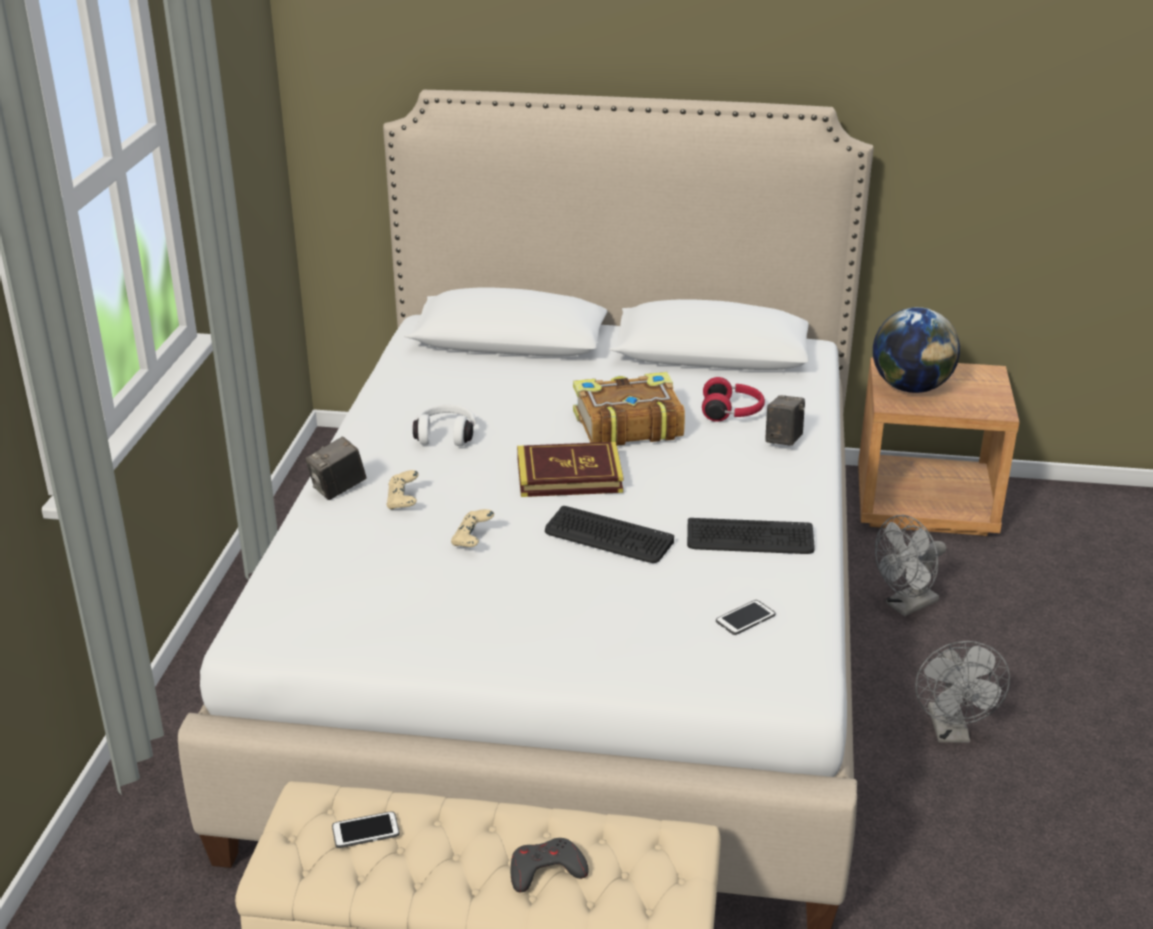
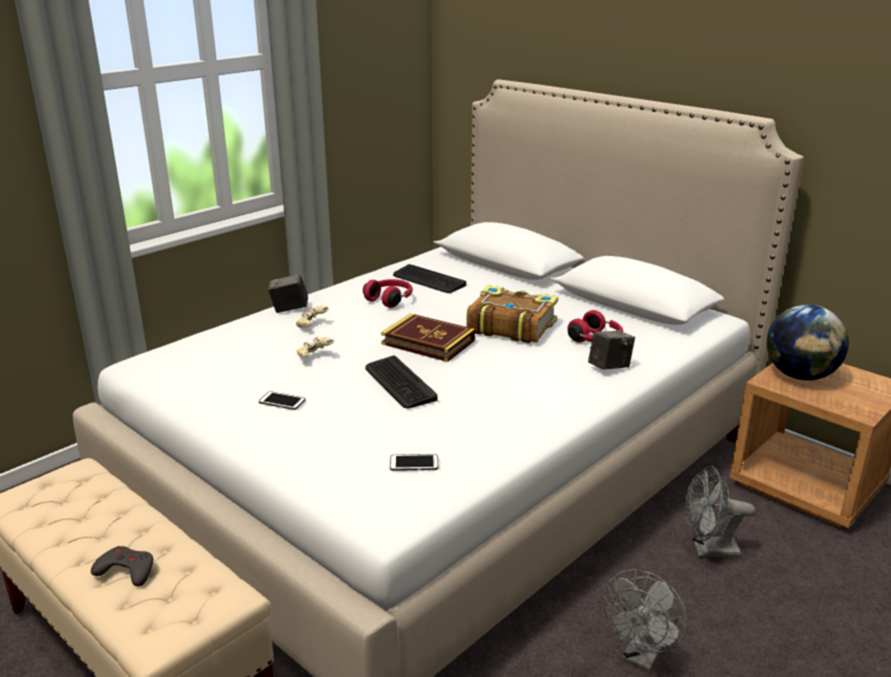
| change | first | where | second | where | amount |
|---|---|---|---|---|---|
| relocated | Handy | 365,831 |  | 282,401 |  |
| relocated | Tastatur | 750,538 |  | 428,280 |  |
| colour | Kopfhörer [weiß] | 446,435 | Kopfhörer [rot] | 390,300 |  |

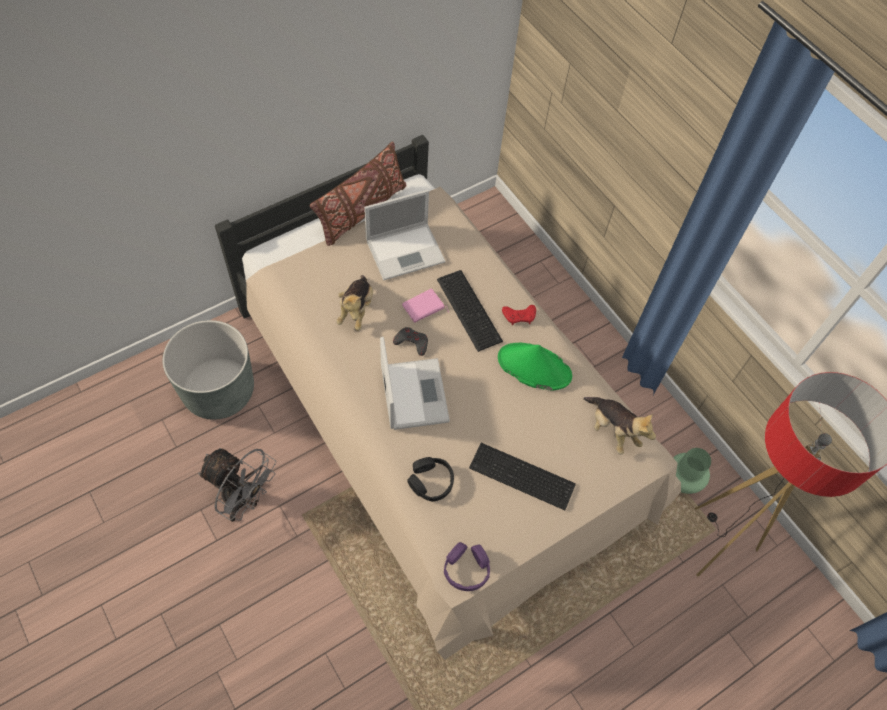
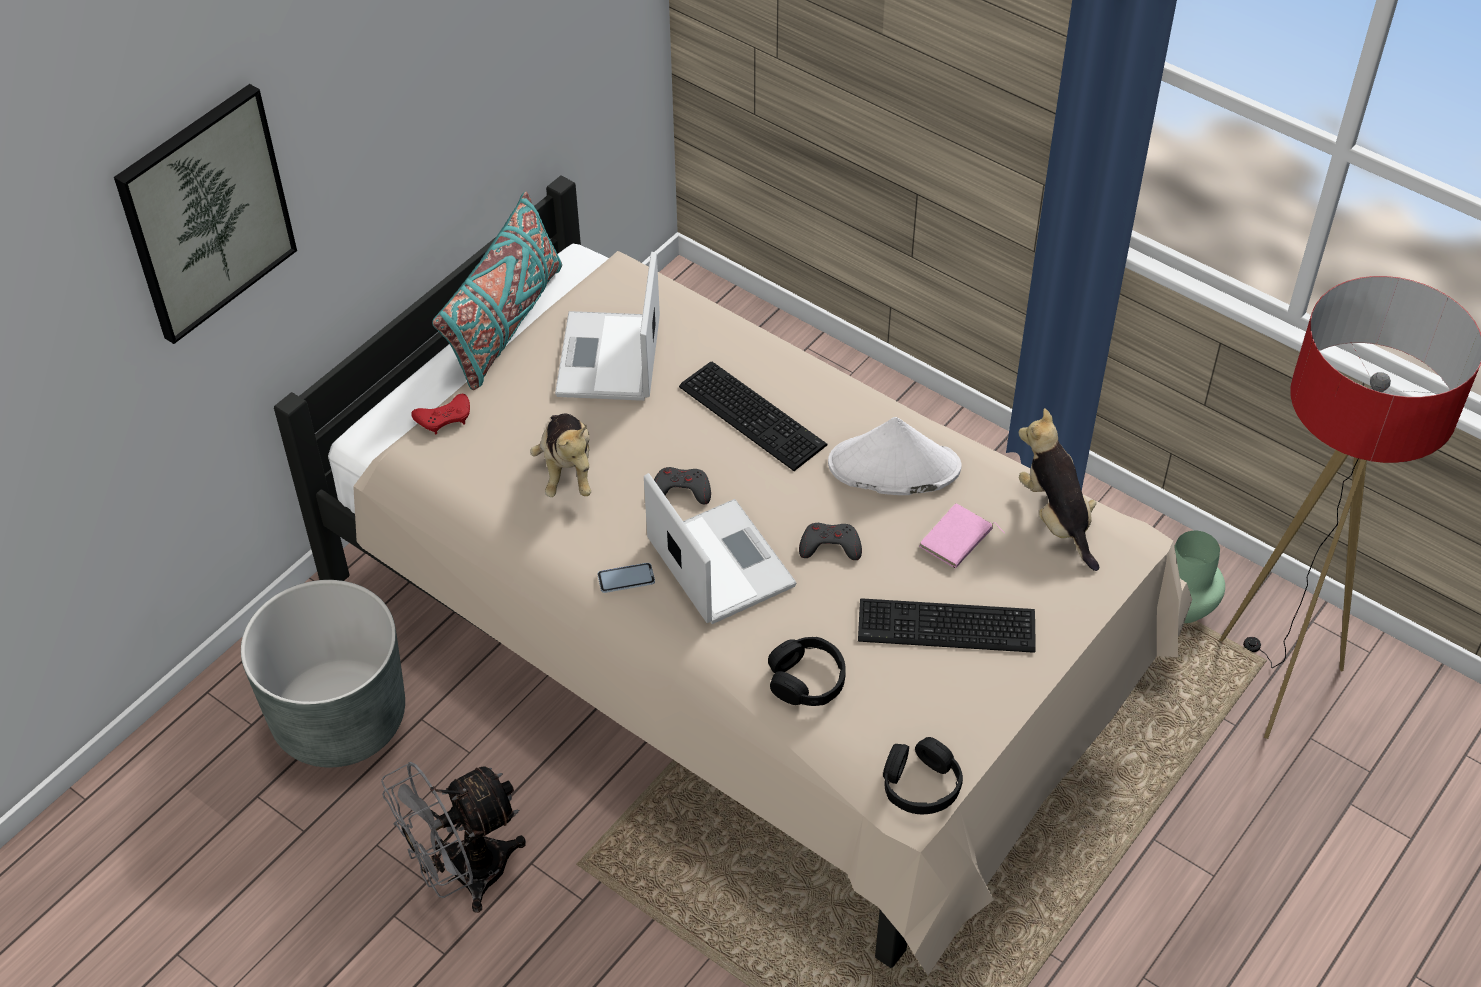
| change | first | where | second | where | amount |
|---|---|---|---|---|---|
| appeared |  |  | Bild | 205,213 |  |
| appeared |  |  | Handy | 626,579 |  |
| appeared |  |  | Gamepad [grau] | 830,546 |  |
| relocated | Buch [rosa] | 423,308 |  | 957,540 |  |
| relocated | Gamepad [rot] | 519,316 |  | 444,418 |  |
| colour | Kissen [braun] | 361,211 | Kissen [türkis] | 505,324 |  |
| colour | Kopfhörer [lila] | 466,569 | Kopfhörer [schwarz] | 920,784 |  |
| colour | Hut [grün] | 533,367 | Hut [weiß] | 893,466 |  |
| spun | Ventilator [grau] | 244,499 |  | 464,874 | 135 degrees clockwise |
| spun | Laptop | 406,250 |  | 609,359 | 135 degrees clockwise |
| spun | Plüschtier | 612,430 |  | 1056,518 | 150 degrees counterclockwise |

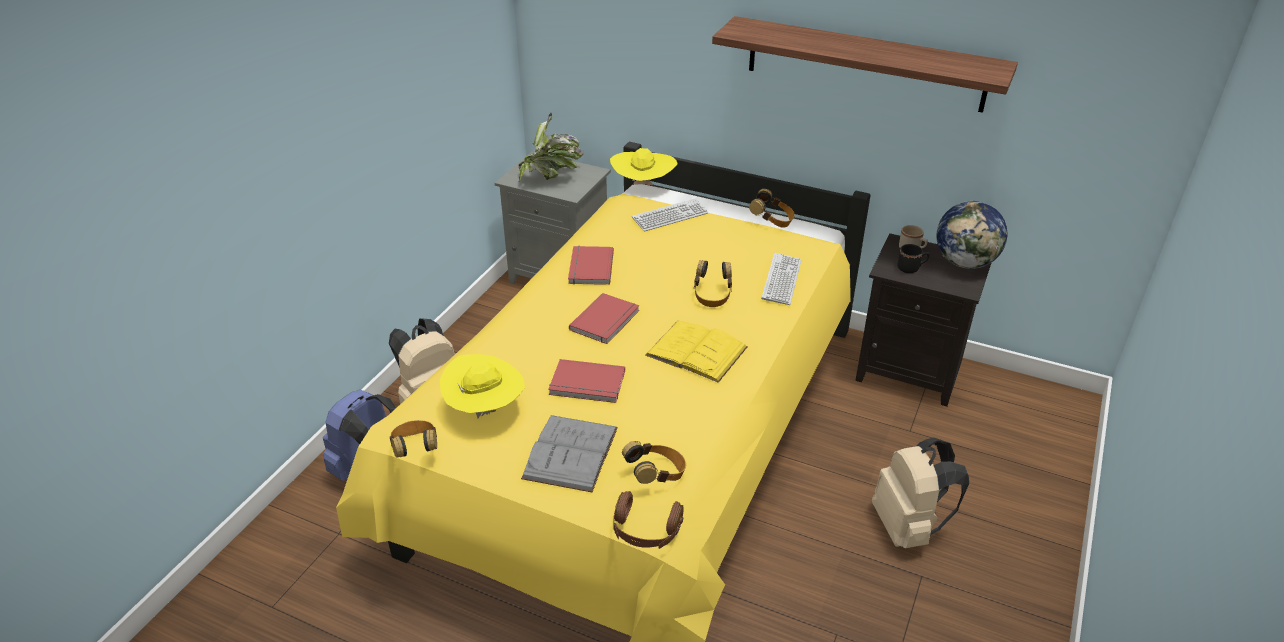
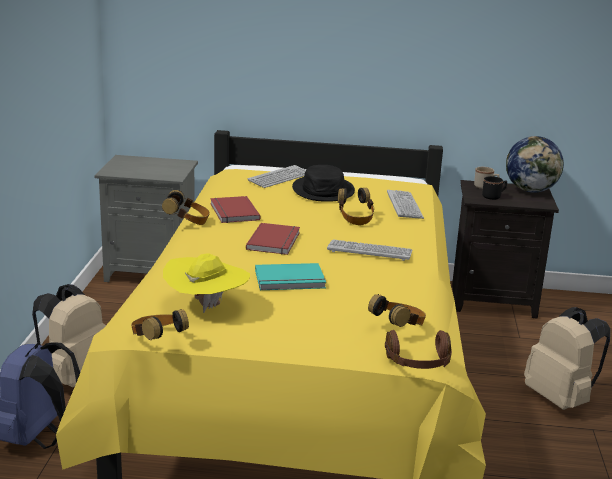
| change | first | where | second | where | amount |
|---|---|---|---|---|---|
| missing | Topfpflanze | 550,177 |  |  |  |
| missing | Buch [grau] | 570,453 |  |  |  |
| missing | Hut [gelb] | 643,186 |  |  |  |
| missing | Wandregal | 865,64 |  |  |  |
| appeared |  |  | Hut [schwarz] | 323,190 |  |
| relocated | Kopfhörer | 772,221 |  | 187,222 |  |
| exchanged | Buch [gelb] | 696,351 | Tastatur | 369,251 |  |
| colour | Buch [rot] | 587,385 | Buch [türkis] | 290,280 |  |

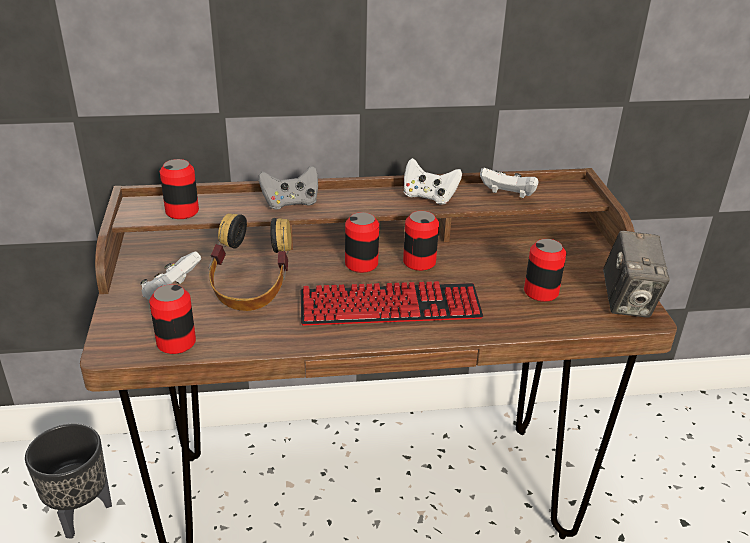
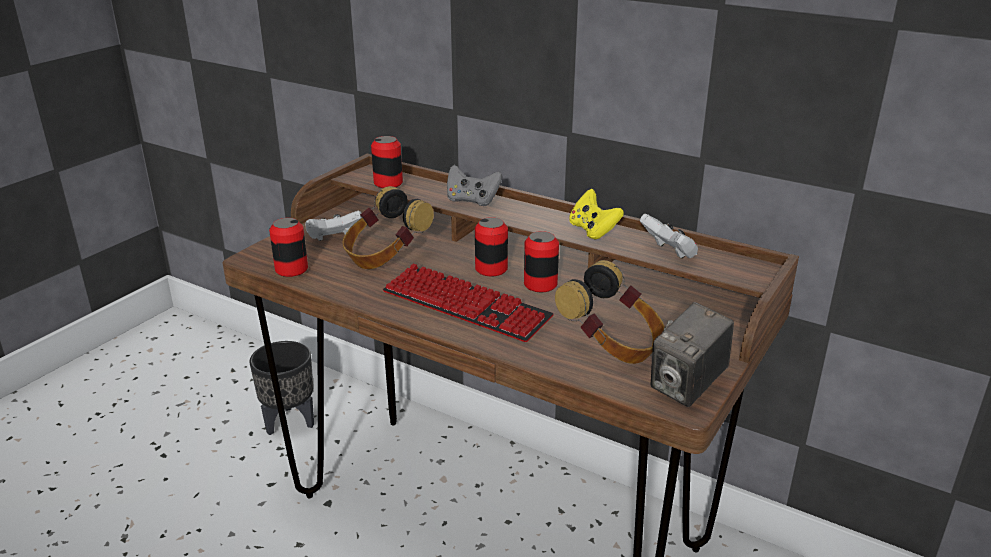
| change | first | where | second | where | amount |
|---|---|---|---|---|---|
| exchanged | Dose | 541,292 | Kopfhörer | 612,346 |  |
| colour | Gamepad [weiß] | 429,197 | Gamepad [gelb] | 593,230 |  |

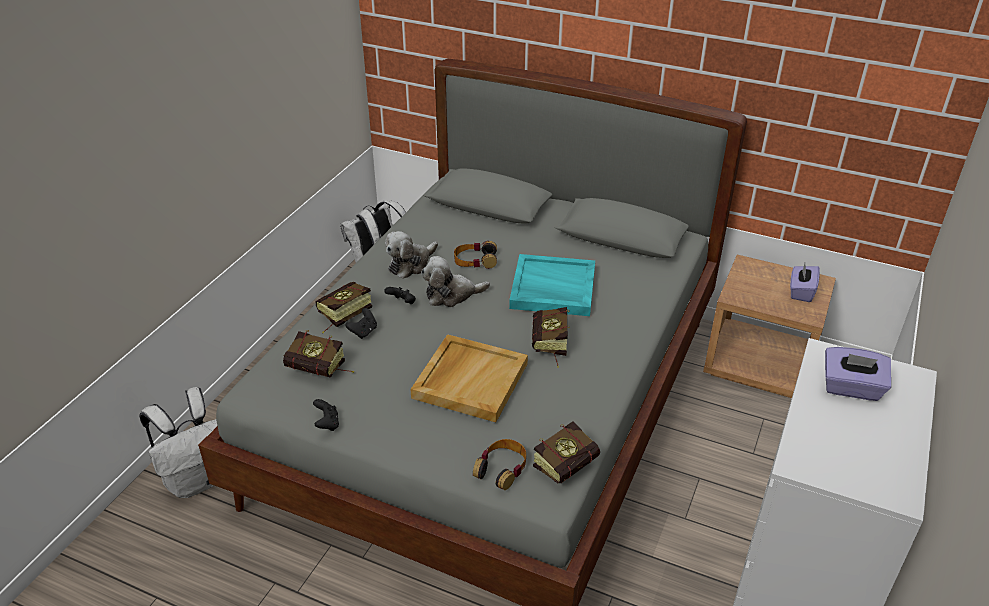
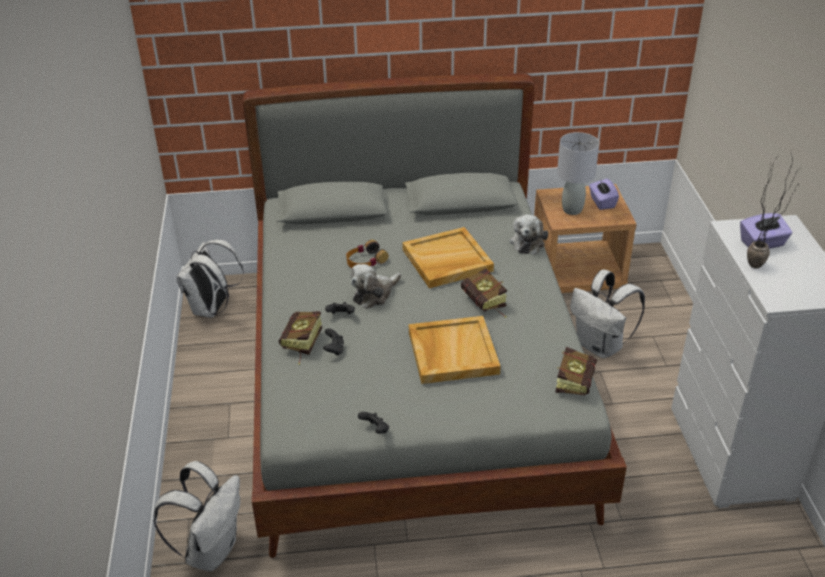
| change | first | where | second | where | amount |
|---|---|---|---|---|---|
| missing | Buch | 321,370 |  |  |  |
| missing | Kopfhörer | 501,468 |  |  |  |
| appeared |  |  | Tischlampe [grau] | 572,210 |  |
| appeared |  |  | Rucksack [weiß] | 601,346 |  |
| appeared |  |  | Topfpflanze | 761,267 |  |
| relocated | Plüschtier | 410,264 |  | 527,242 |  |
| colour | Tablett [türkis] | 552,288 | Tablett [beige] | 447,261 |  |

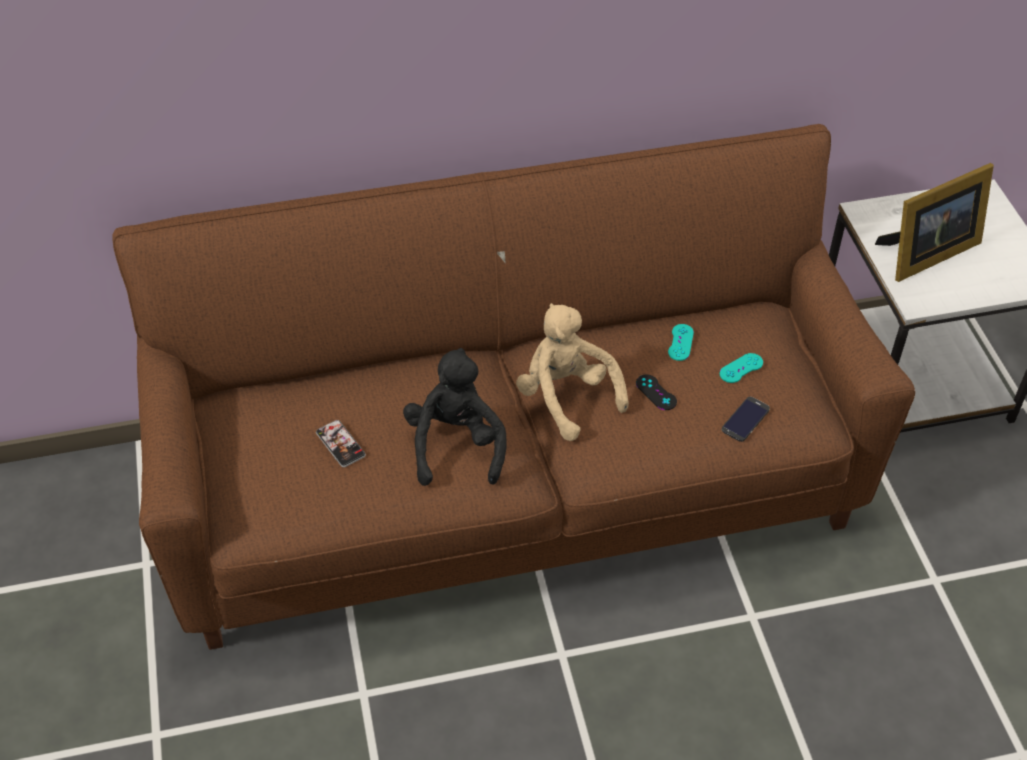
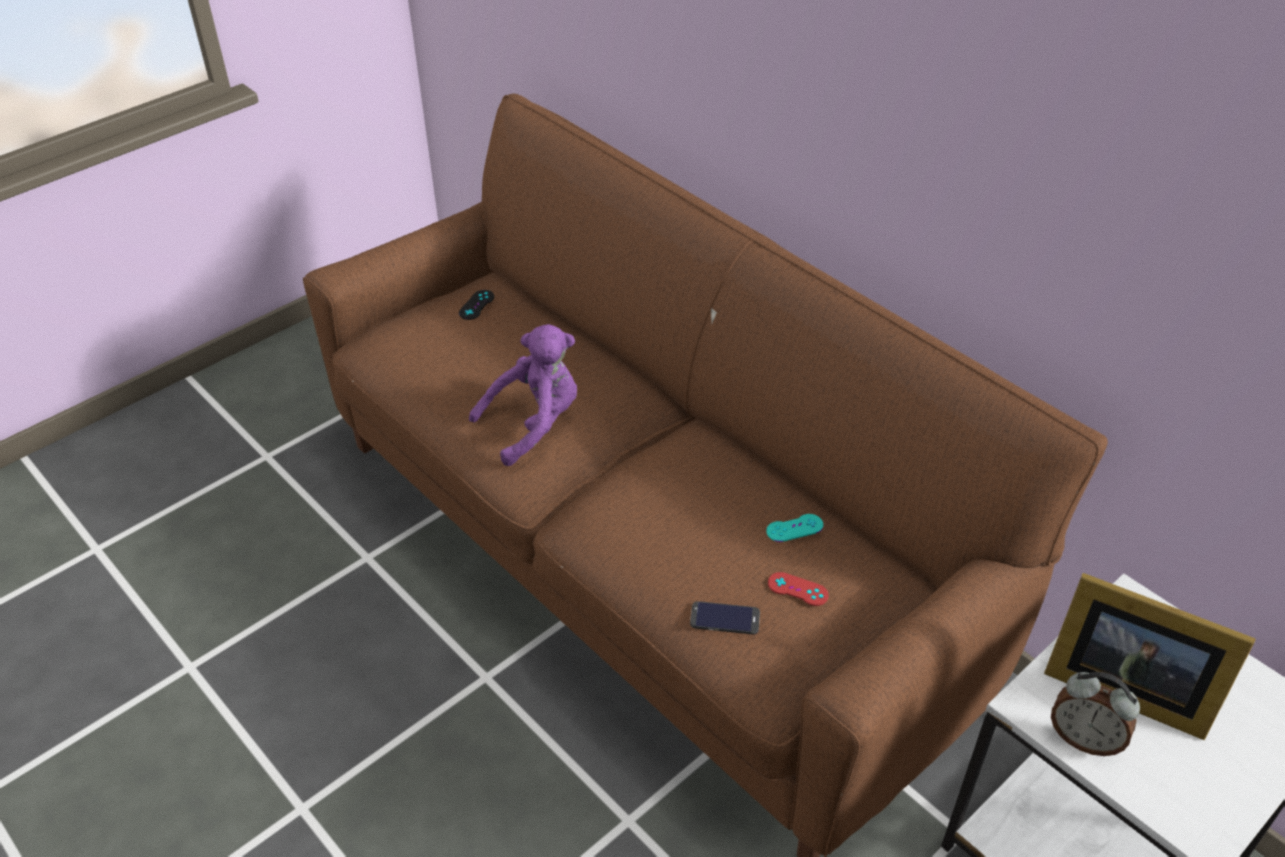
| change | first | where | second | where | amount |
|---|---|---|---|---|---|
| missing | Handy | 340,444 |  |  |  |
| missing | Plüschtier [beige] | 566,397 |  |  |  |
| appeared |  |  | Wecker | 1084,738 |  |
| relocated | Gamepad [schwarz] | 656,392 |  | 476,305 |  |
| colour | Plüschtier [schwarz] | 456,445 | Plüschtier [lila] | 534,424 |  |
| colour | Gamepad [türkis] | 741,368 | Gamepad [rot] | 797,589 |  |

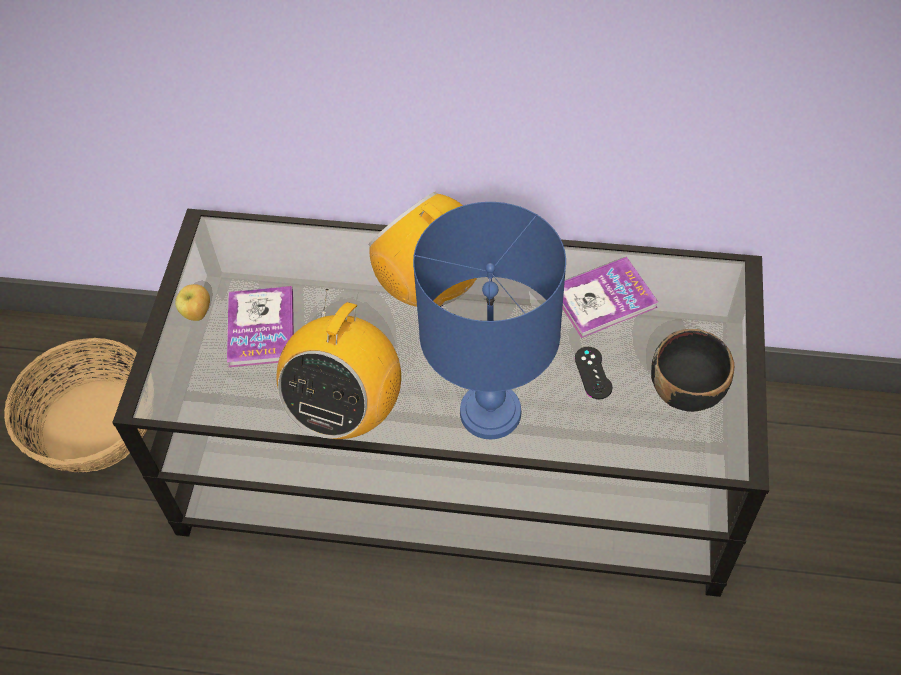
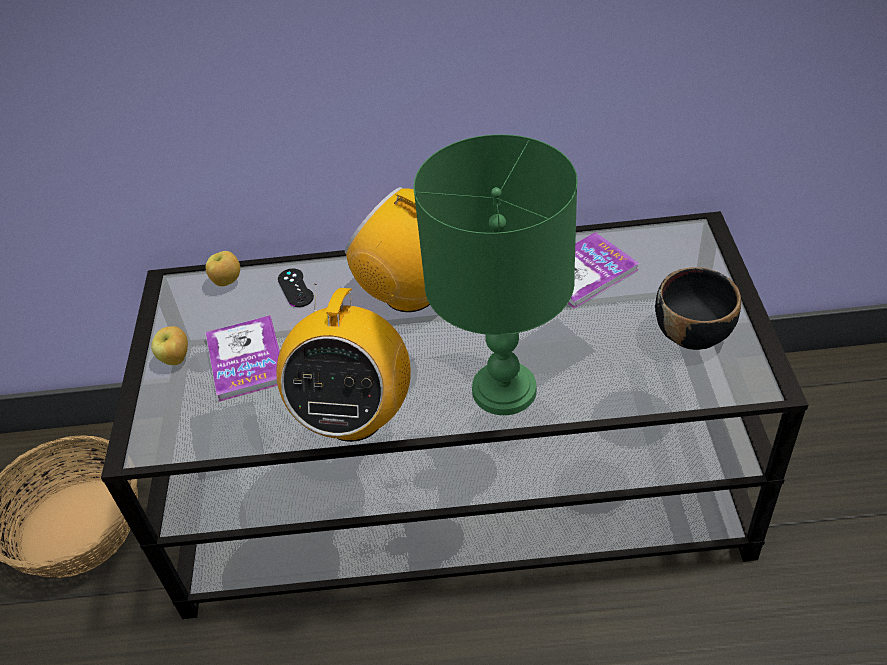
| change | first | where | second | where | amount |
|---|---|---|---|---|---|
| appeared |  |  | Apfel | 227,281 |  |
| relocated | Gamepad [schwarz] | 593,373 |  | 295,288 |  |
| colour | Tischlampe [blau] | 489,413 | Tischlampe [grün] | 503,391 |  |

